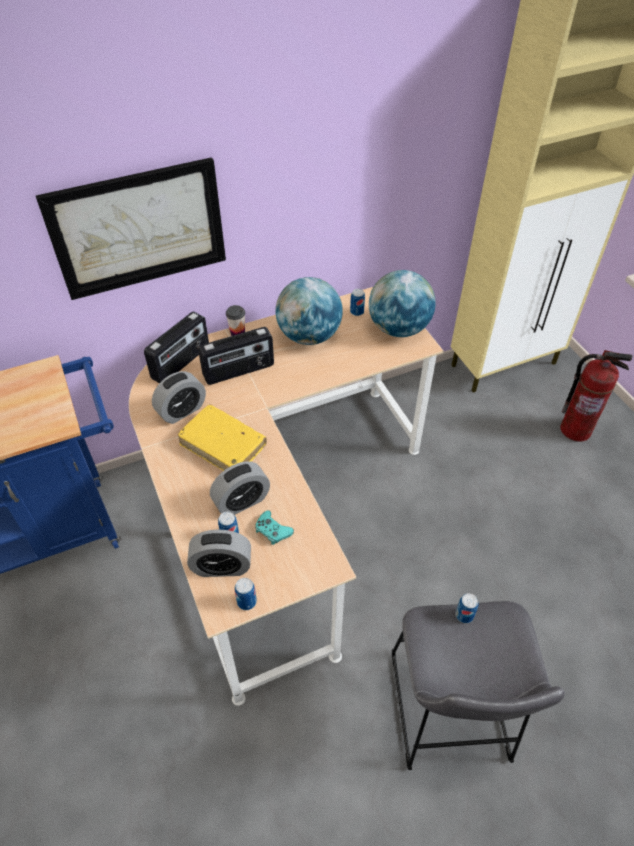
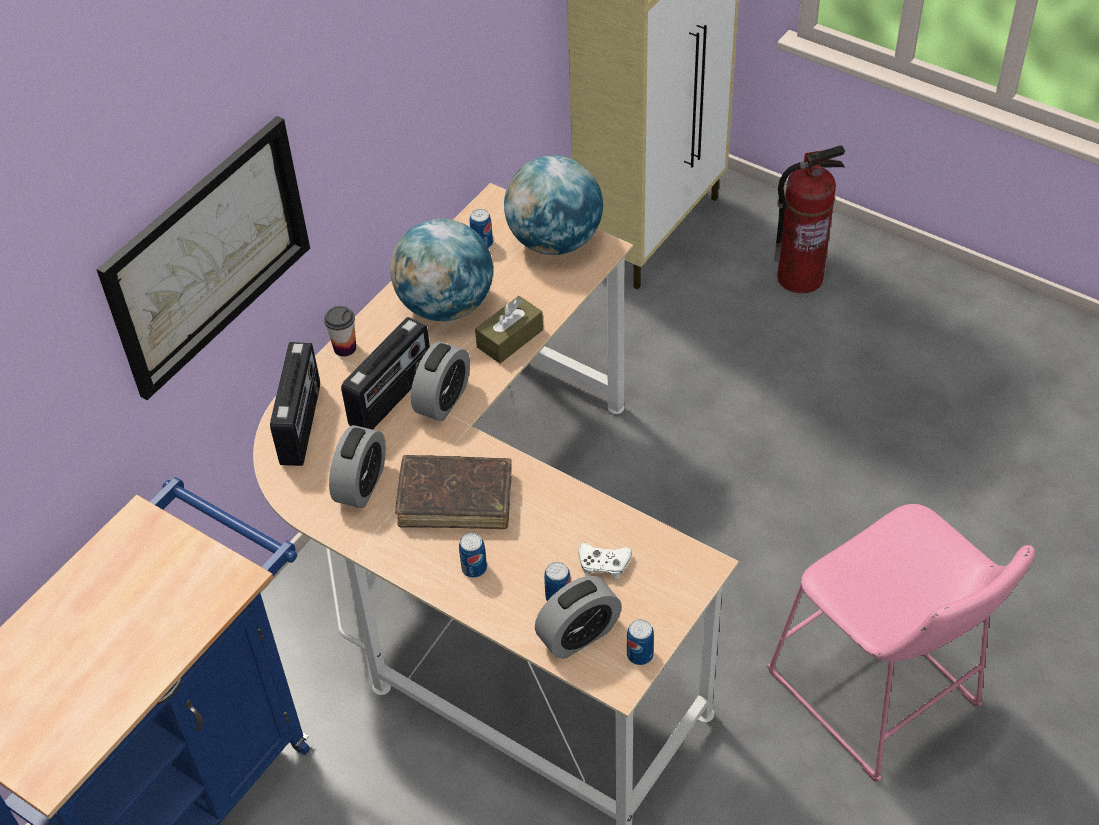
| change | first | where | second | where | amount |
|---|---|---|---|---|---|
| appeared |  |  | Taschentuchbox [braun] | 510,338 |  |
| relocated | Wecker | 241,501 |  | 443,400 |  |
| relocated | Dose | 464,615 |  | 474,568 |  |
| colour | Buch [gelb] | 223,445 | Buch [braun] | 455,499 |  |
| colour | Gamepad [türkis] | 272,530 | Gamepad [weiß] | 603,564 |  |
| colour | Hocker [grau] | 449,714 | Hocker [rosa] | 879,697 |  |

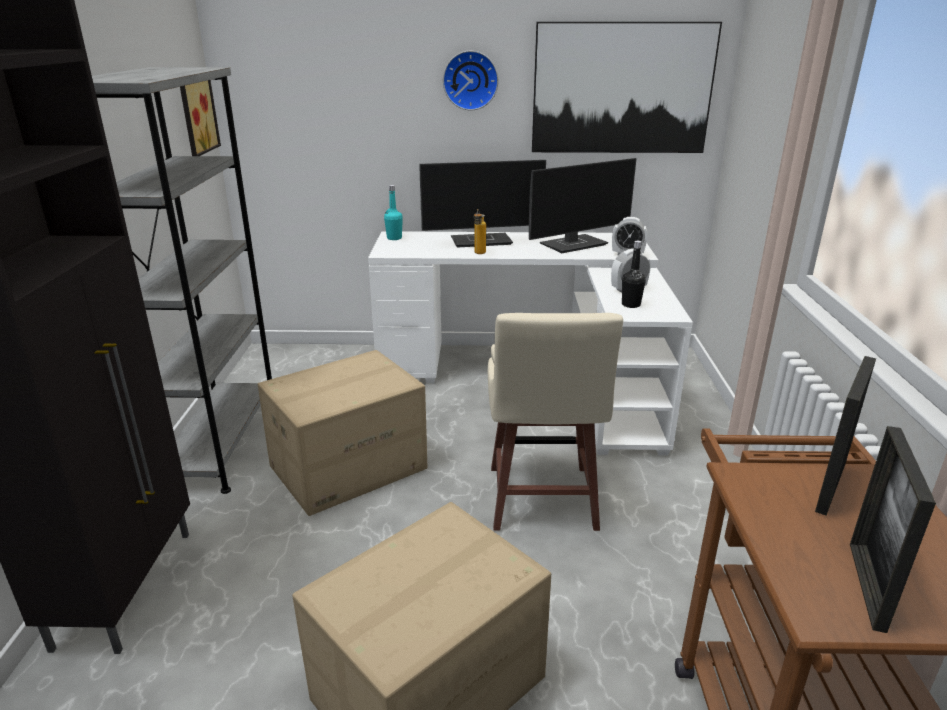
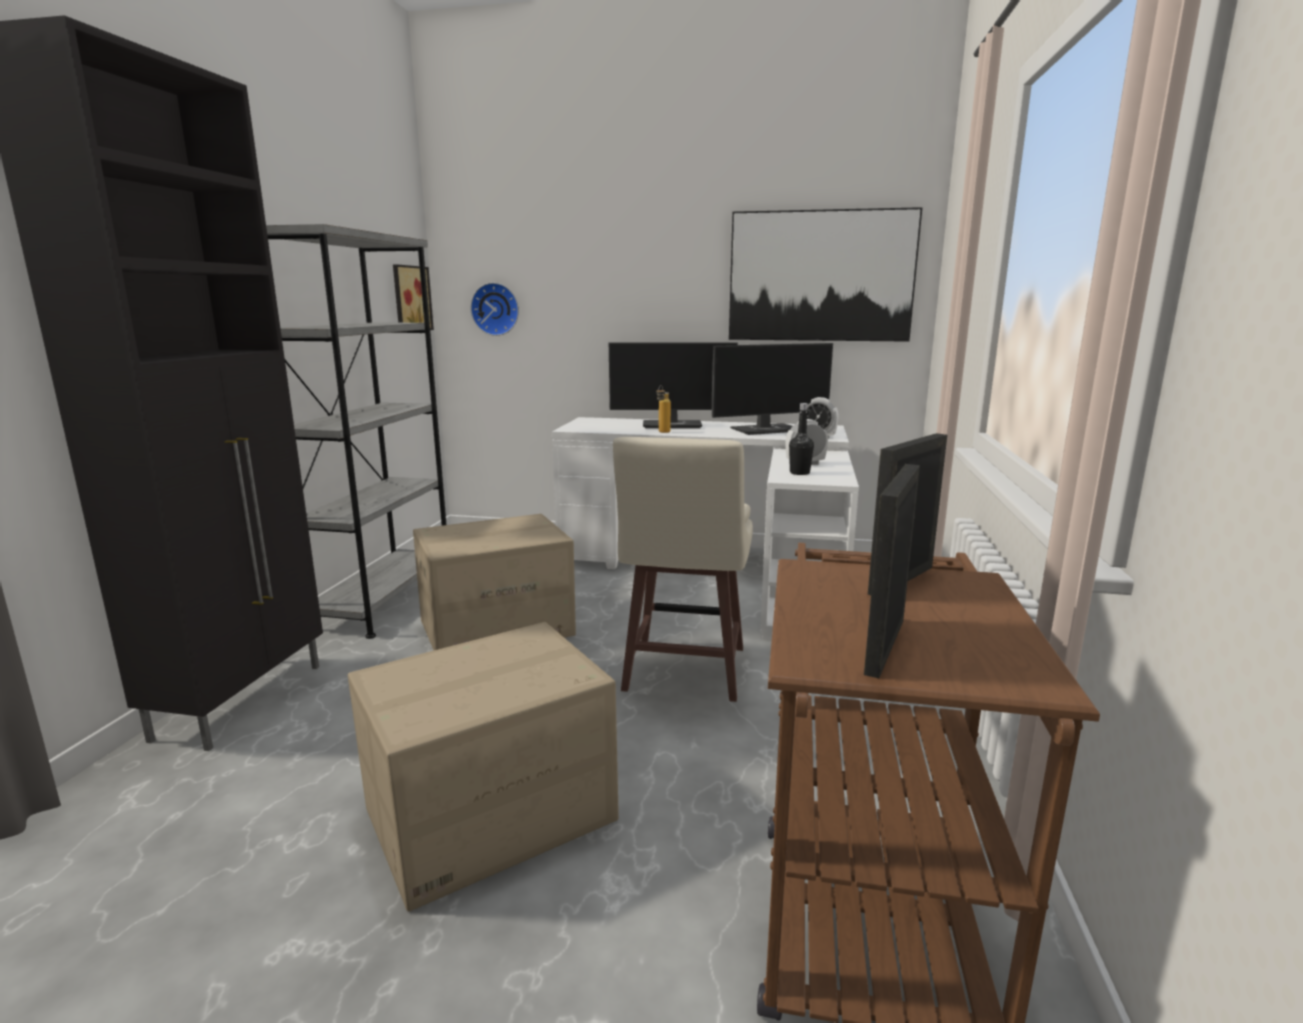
| change | first | where | second | where | amount |
|---|---|---|---|---|---|
| missing | Flasche [türkis] | 394,238 |  |  |  |
| relocated | Wanduhr | 470,80 |  | 496,309 |  |

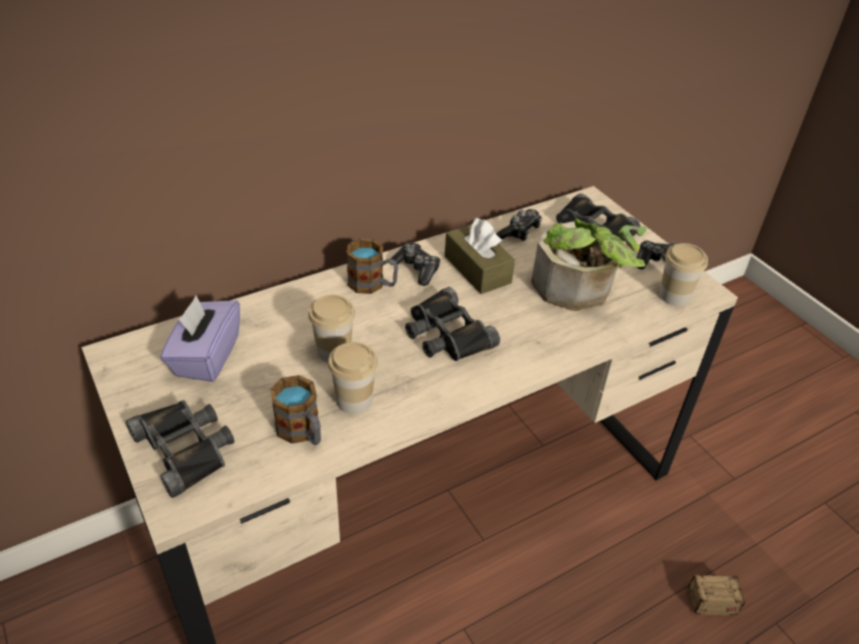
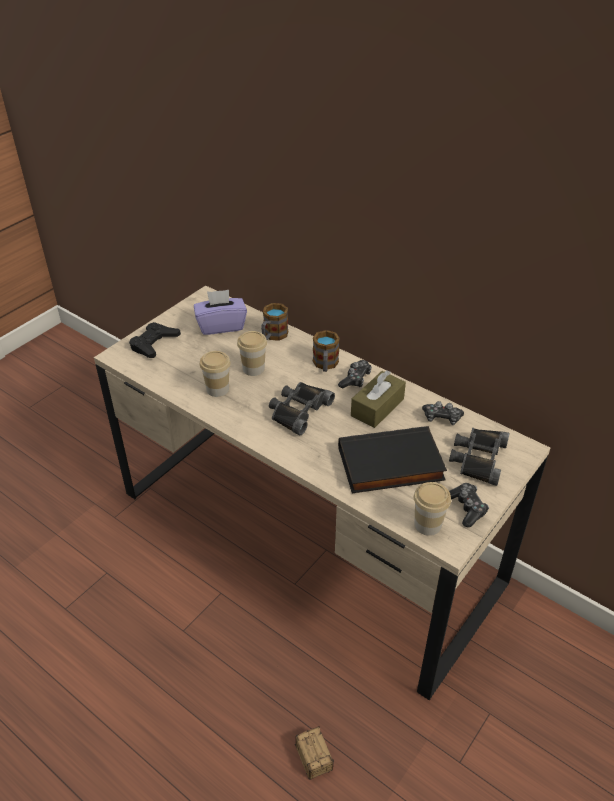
| change | first | where | second | where | amount |
|---|---|---|---|---|---|
| relocated | Henkelbecher | 302,432 |  | 273,336 |  |
| exchanged | Fernglas [schwarz] | 185,448 | Gamepad [schwarz] | 154,343 |  |
| exchanged | Topfpflanze | 578,292 | Buch [schwarz] | 390,465 |  |

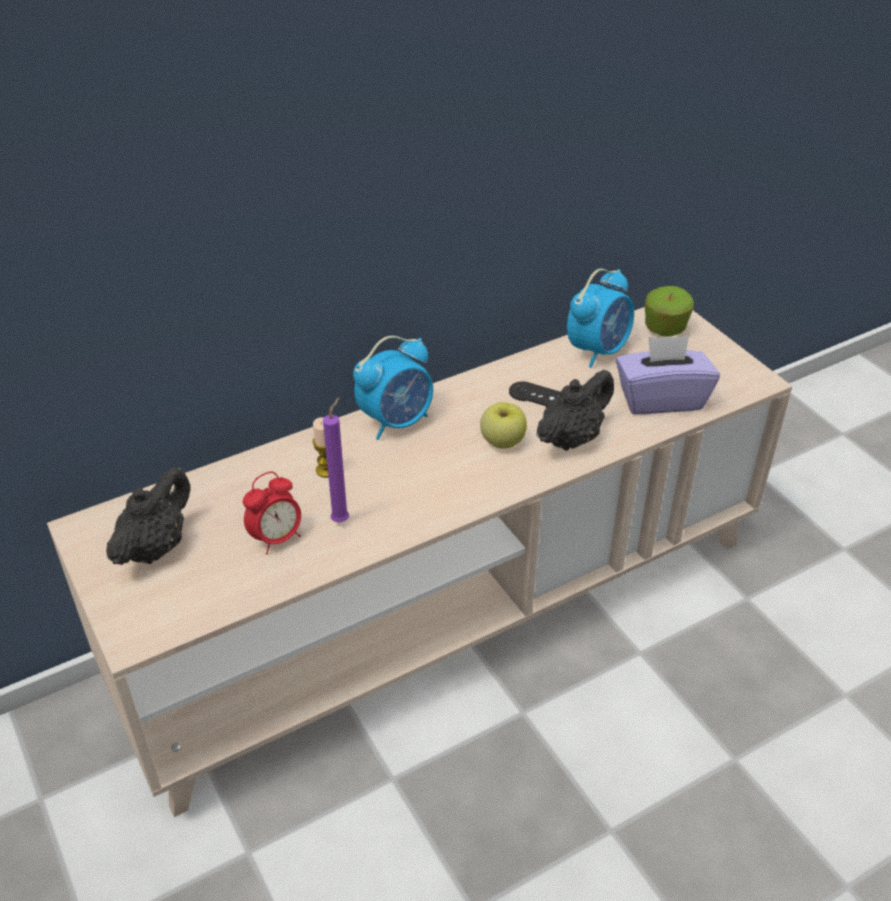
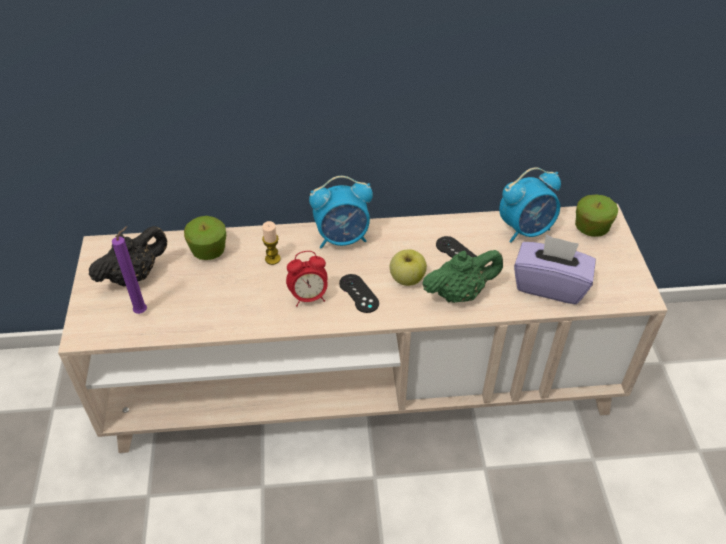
| change | first | where | second | where | amount |
|---|---|---|---|---|---|
| appeared |  |  | Apfel | 209,251 |  |
| appeared |  |  | Gamepad [schwarz] | 359,293 |  |
| relocated | Wecker | 277,538 |  | 309,297 |  |
| relocated | Kerze [lila] | 342,519 |  | 143,311 |  |
| colour | Teekanne [schwarz] | 571,438 | Teekanne [grün] | 459,293 |  |

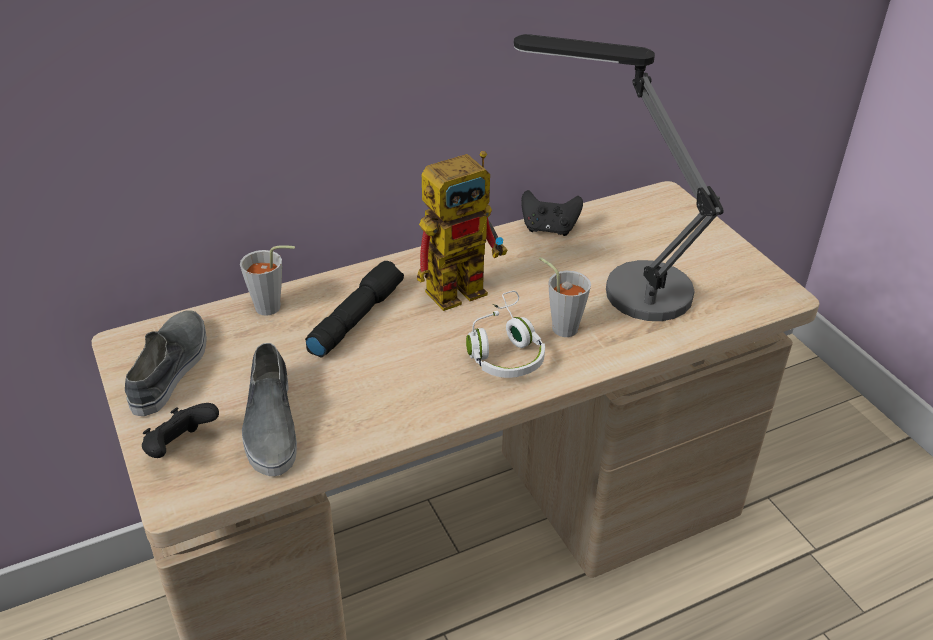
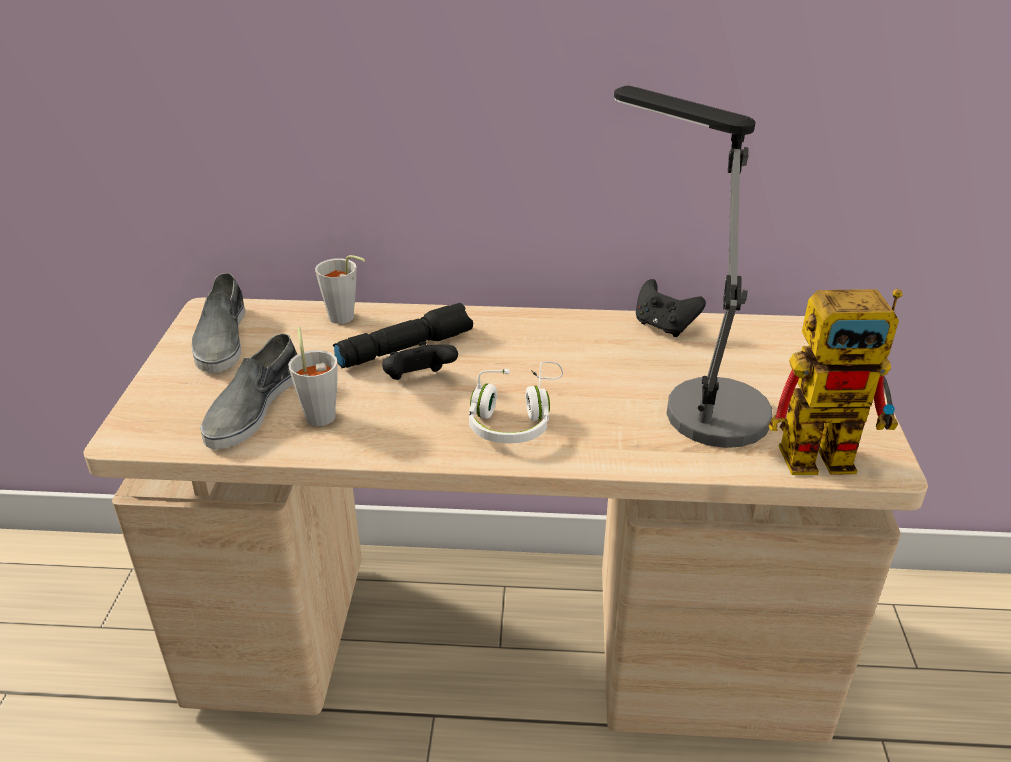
| change | first | where | second | where | amount |
|---|---|---|---|---|---|
| relocated | Gamepad [schwarz] | 180,448 |  | 418,380 |  |
| relocated | Spielzeugroboter | 464,285 |  | 831,454 |  |
| relocated | Tasse [grau] | 560,325 |  | 320,413 |  |
| spun | Schuh [grau] | 170,368 |  | 222,339 | 135 degrees clockwise |

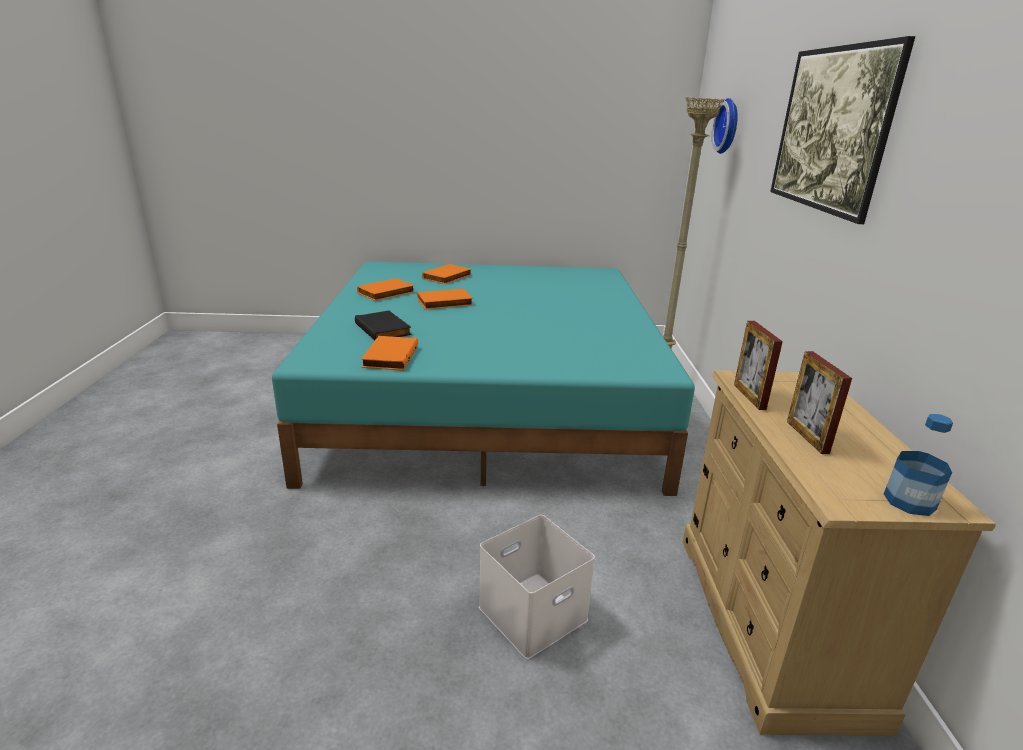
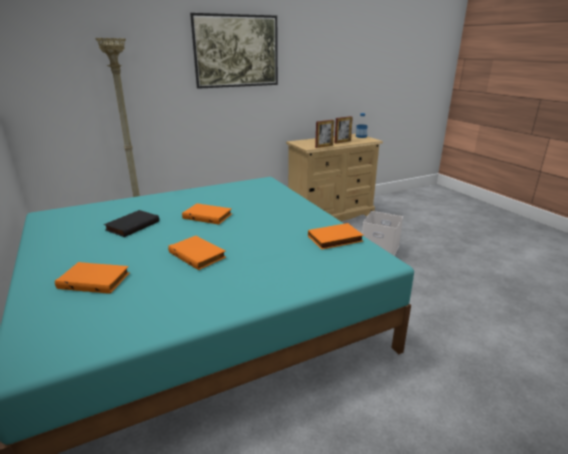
| change | first | where | second | where | amount |
|---|---|---|---|---|---|
| missing | Wanduhr | 729,126 |  |  |  |
| relocated | Buch [schwarz] | 384,329 |  | 132,225 |  |
| relocated | Buch [orange] | 386,293 |  | 208,216 |  |

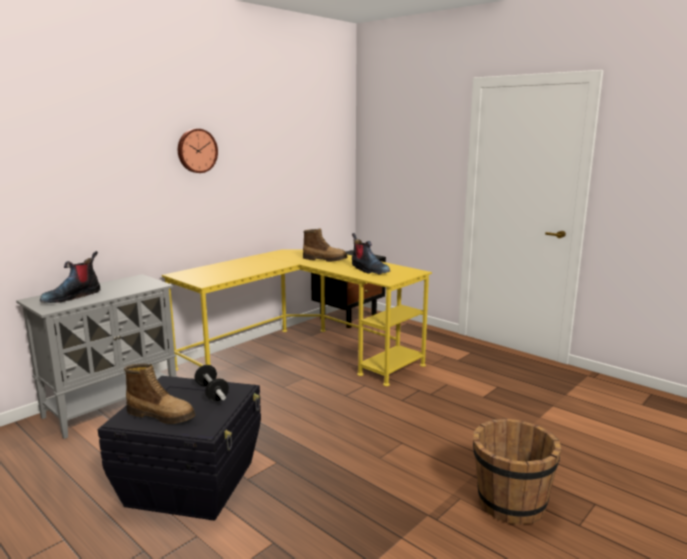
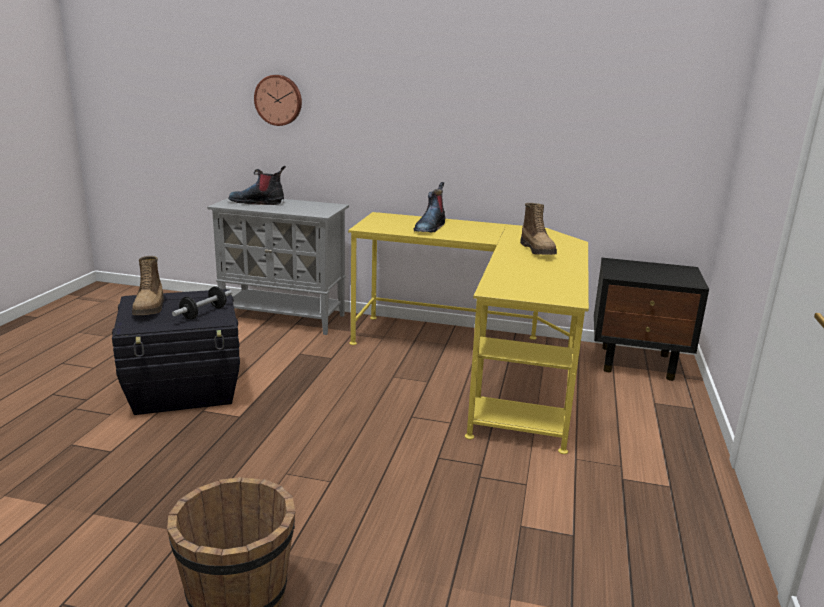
| change | first | where | second | where | amount |
|---|---|---|---|---|---|
| relocated | Wanduhr | 196,150 |  | 279,100 |  |
| relocated | Stiefel | 368,270 |  | 429,227 |  |

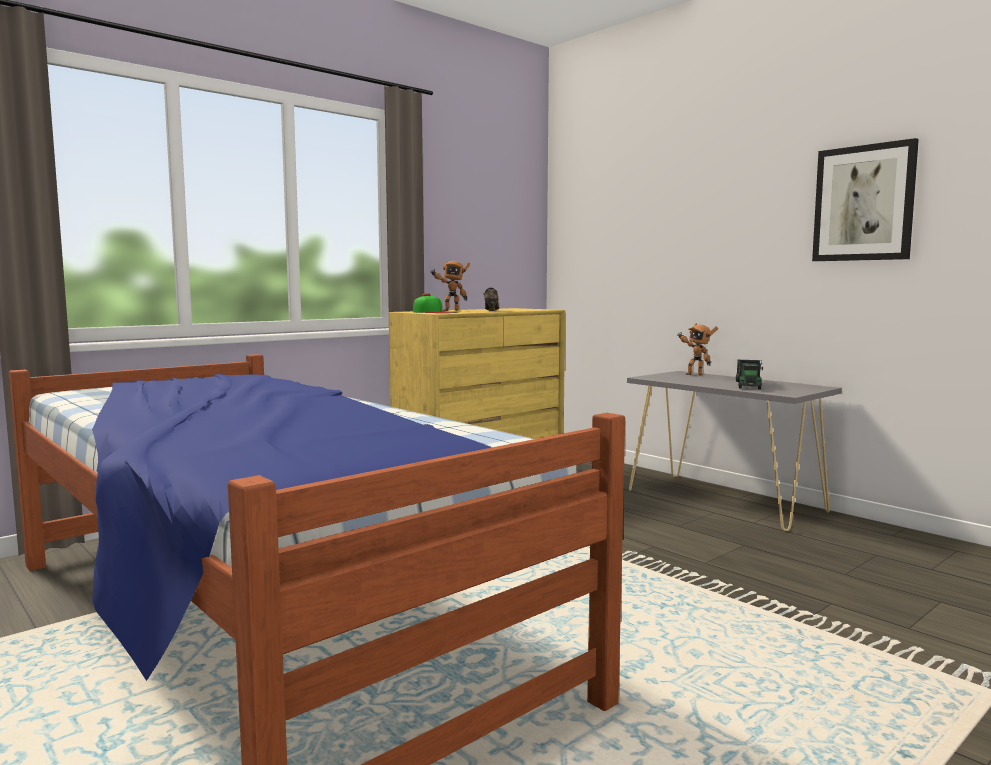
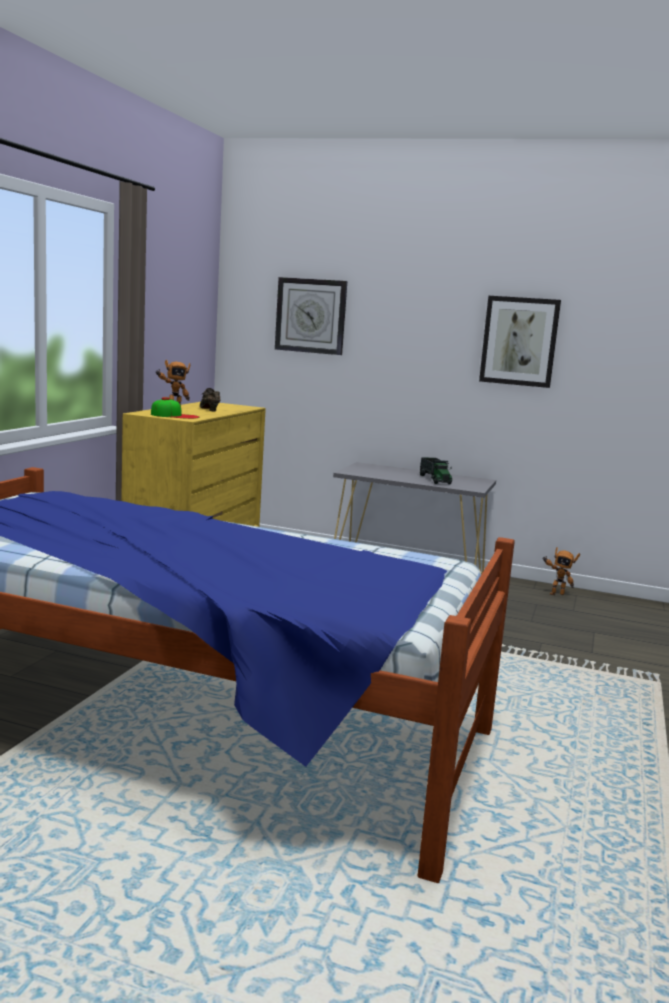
| change | first | where | second | where | amount |
|---|---|---|---|---|---|
| appeared |  |  | Wanduhr | 311,316 |  |
| relocated | Spielzeugroboter | 694,374 |  | 556,593 |  |

